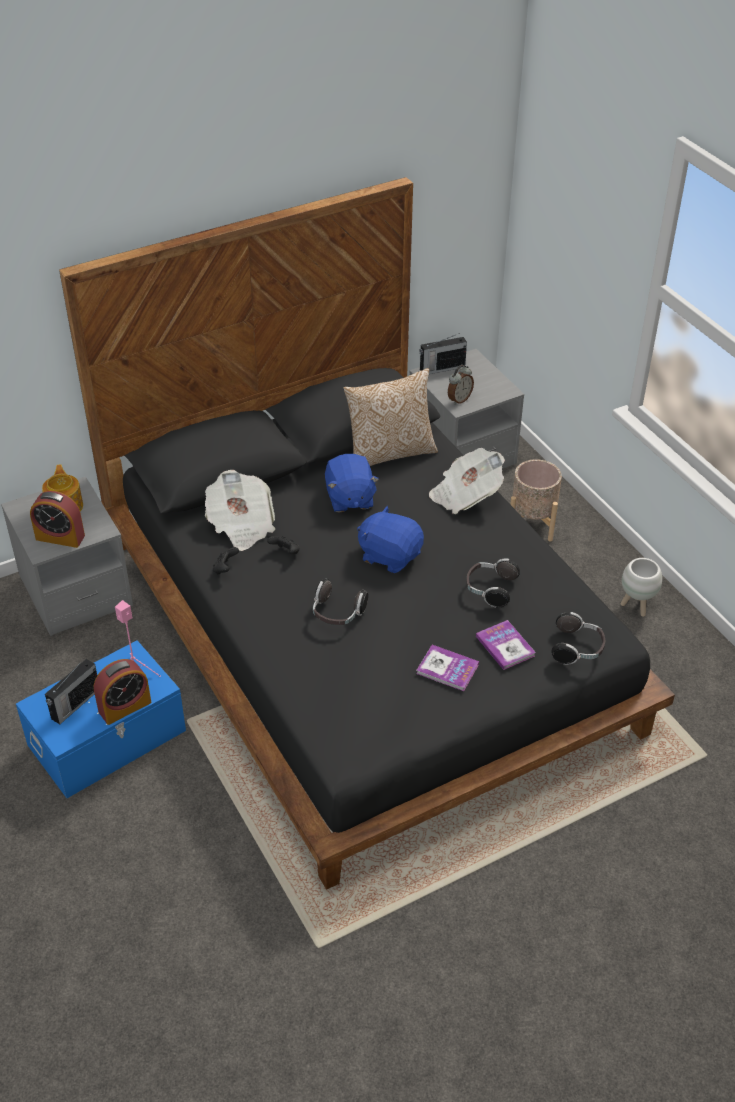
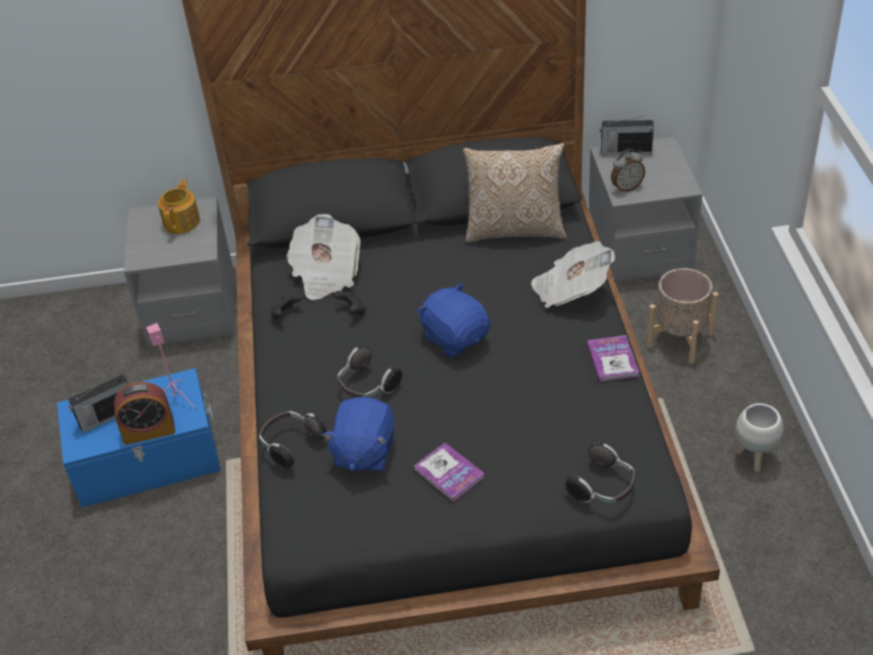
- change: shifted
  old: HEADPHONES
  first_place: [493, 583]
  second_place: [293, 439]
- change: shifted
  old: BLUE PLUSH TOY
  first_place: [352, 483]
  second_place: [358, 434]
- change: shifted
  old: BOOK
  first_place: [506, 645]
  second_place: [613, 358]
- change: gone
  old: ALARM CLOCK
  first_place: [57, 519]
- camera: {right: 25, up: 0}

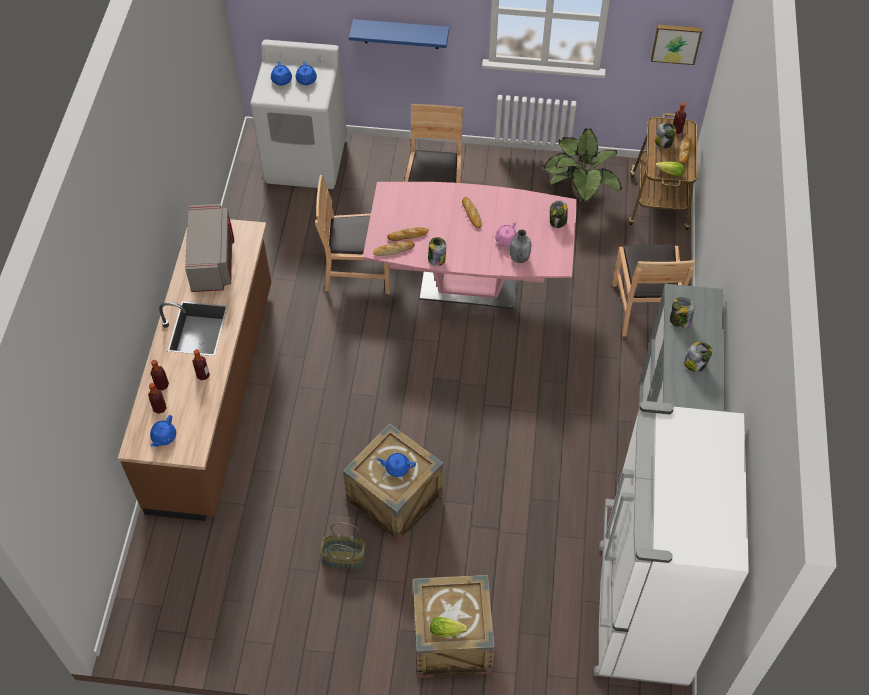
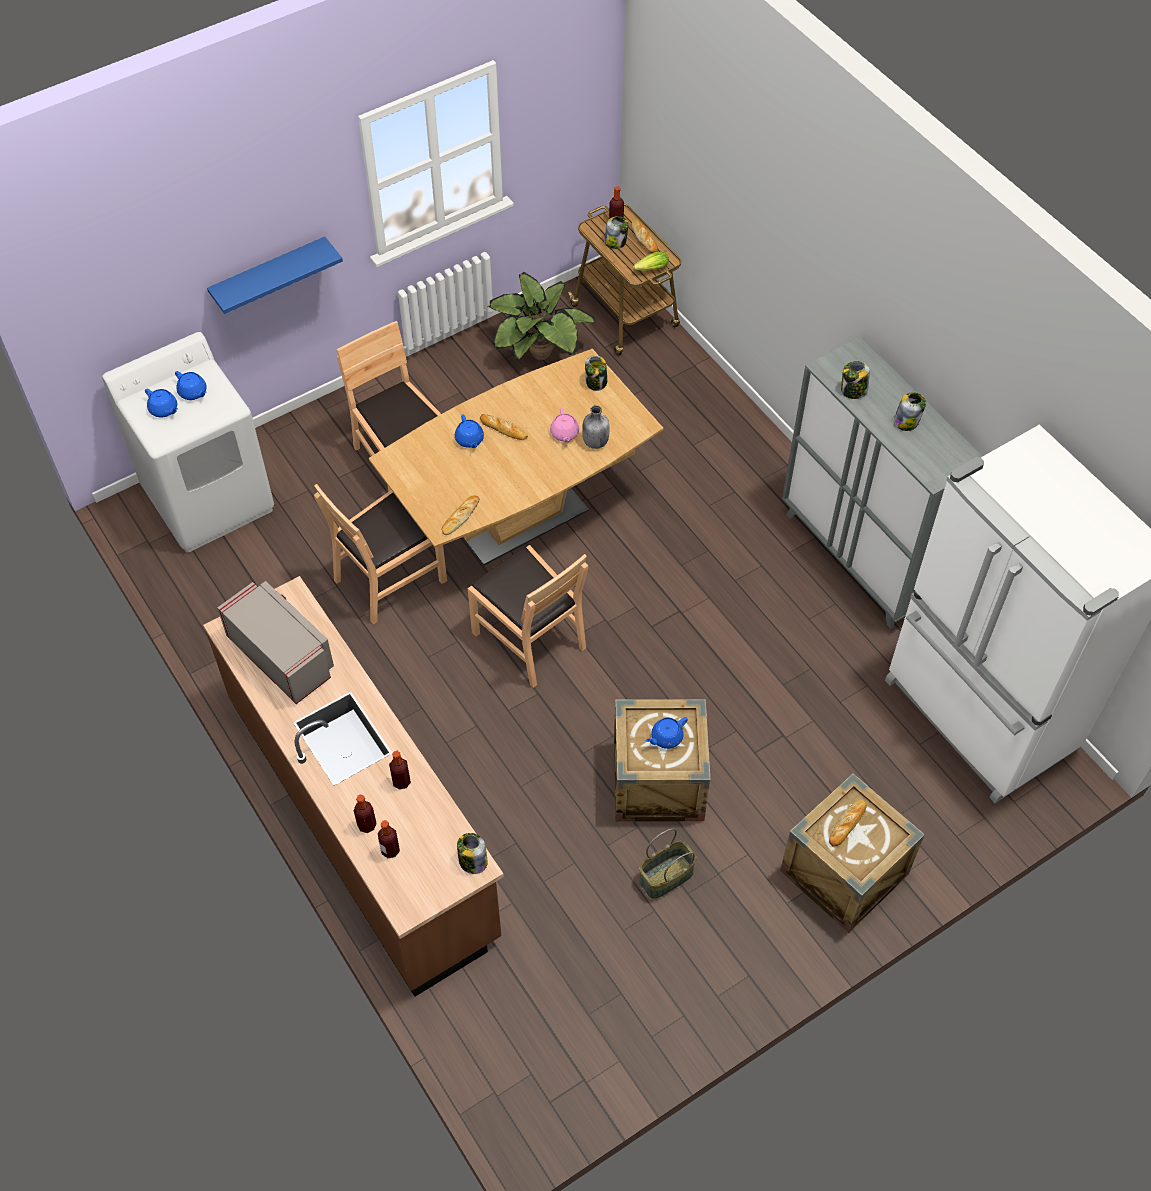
- change: repainted
  old: PINK DINING TABLE
  new: BROWN DINING TABLE
  first_place: [470, 245]
  second_place: [516, 457]
- change: shifted
  old: BLUE TEAPOT
  first_place: [163, 431]
  second_place: [469, 431]
- change: shifted
  old: JAR
  first_place: [437, 251]
  second_place: [472, 853]
- change: shifted
  old: BROWN CHAIR
  first_place: [653, 290]
  second_place: [528, 616]
- change: shifted
  old: BREAD
  first_place: [408, 234]
  second_place: [848, 823]
- change: gone
  old: LETTUCE
  first_place: [449, 627]
- change: gone
  old: PICTURE
  first_place: [676, 45]
- camera: {right: -40, up: 0}

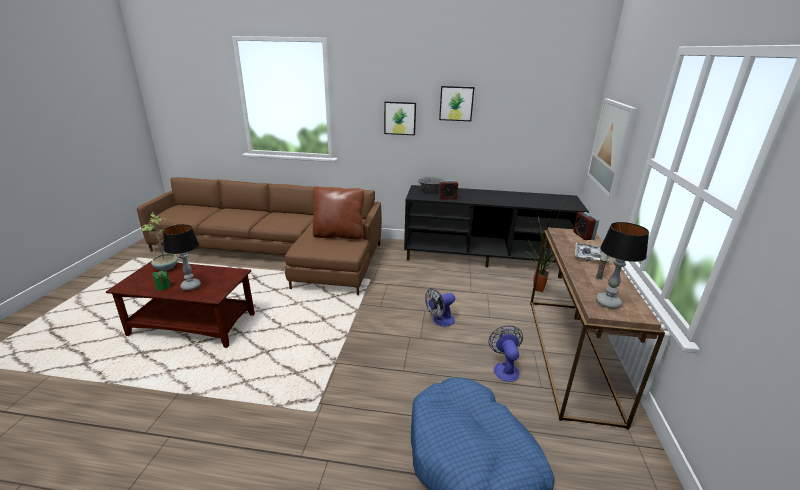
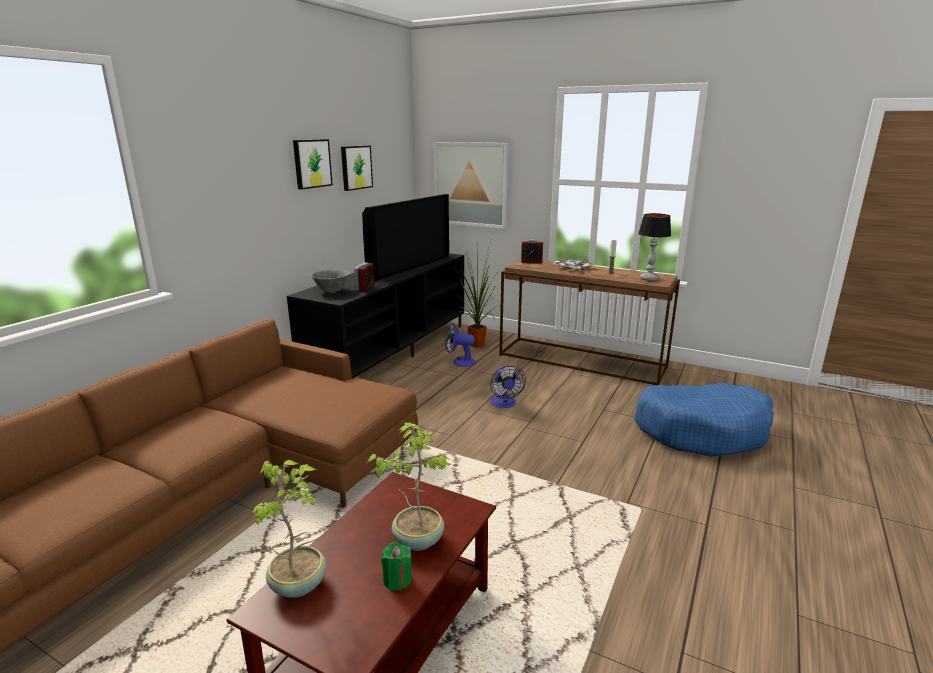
- change: shifted
  old: PICTURE
  first_place: [400, 118]
  second_place: [357, 168]
- change: new
  new: TELEVISION
  second_place: [405, 237]
- change: swapped
  old: TABLE LAMP
  new: POTTED PLANT
  first_place: [182, 257]
  second_place: [409, 486]
- change: shifted
  old: FAN
  first_place: [506, 353]
  second_place: [460, 345]
- change: gone
  old: BROWN PILLOW
  first_place: [338, 213]
- camera: {right: -70, up: -5}

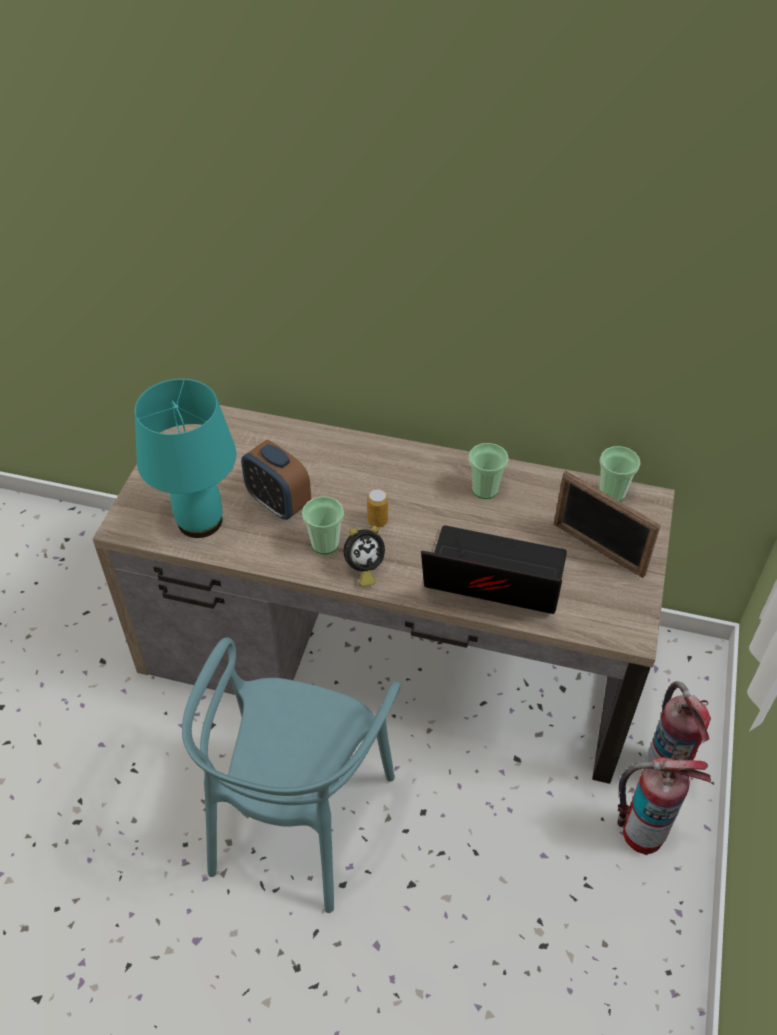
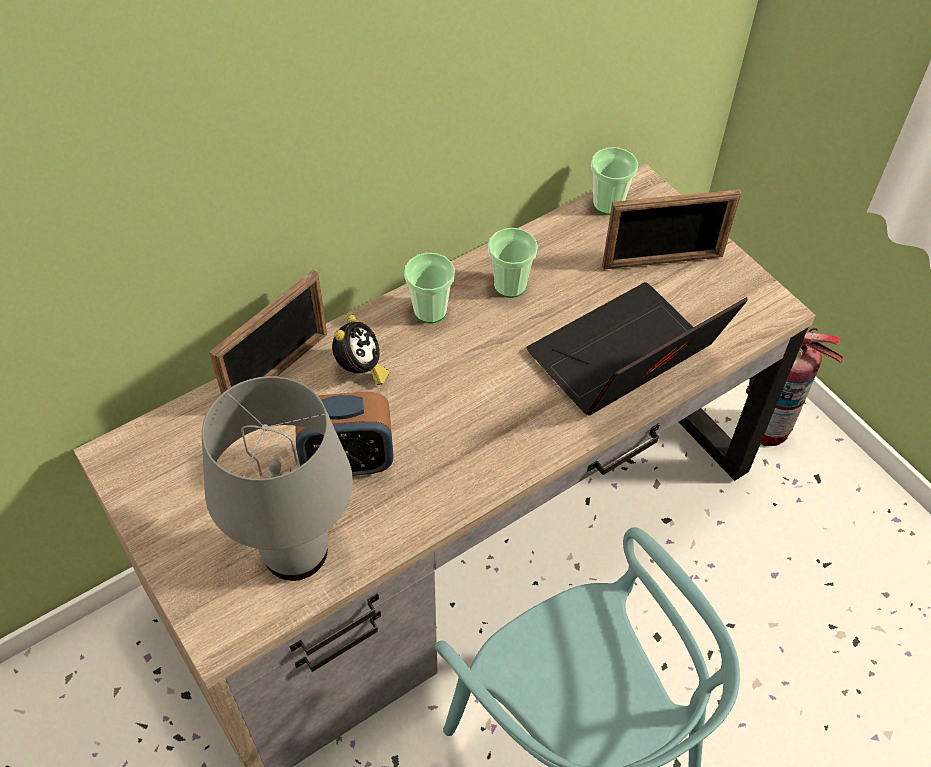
- change: repainted
  old: TURQUOISE TABLE LAMP
  new: GREY TABLE LAMP
  first_place: [186, 458]
  second_place: [277, 478]
- change: new
  new: PICTURE FRAME
  second_place: [268, 331]
- change: shifted
  old: ALARM CLOCK
  first_place: [364, 556]
  second_place: [360, 349]
- change: shifted
  old: CUP
  first_place: [323, 525]
  second_place: [429, 288]
- change: gone
  old: CAN
  first_place: [377, 508]
- change: gone
  old: FIRE EXTINGUISHER
  first_place: [664, 804]
- camera: {right: -50, up: 5}

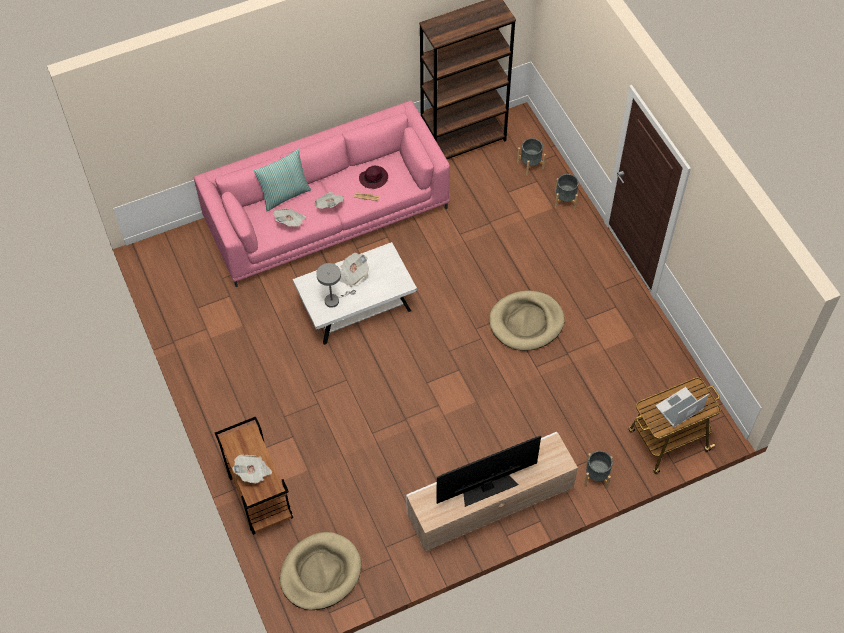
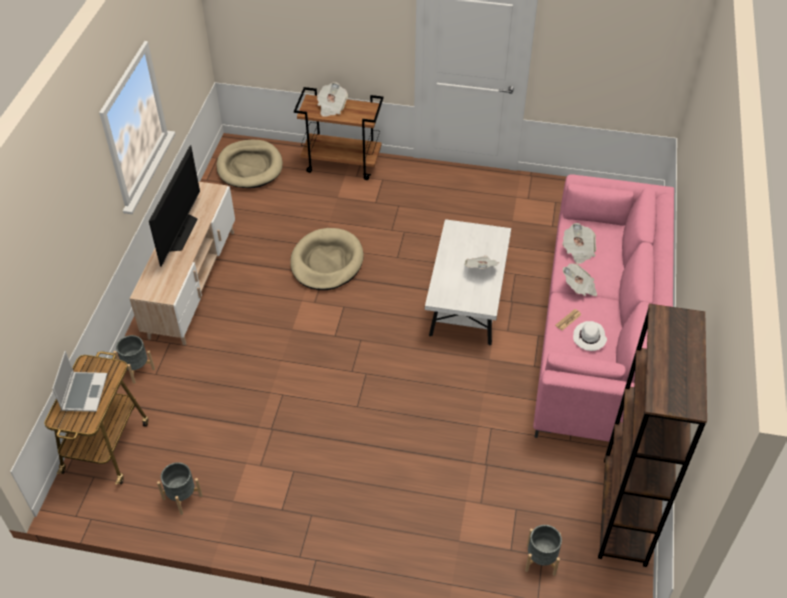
- change: shifted
  old: GREY PLANTER
  first_place: [567, 192]
  second_place: [180, 488]
- change: shifted
  old: BEIGE DOG BED
  first_place: [527, 321]
  second_place: [327, 259]
- change: repainted
  old: PURPLE HAT
  new: WHITE HAT
  first_place: [373, 177]
  second_place: [590, 336]
- change: gone
  old: PILLOW
  first_place: [282, 179]
- change: gone
  old: GREY TABLE LAMP
  first_place: [336, 285]
- camera: {right: 125, up: -10}

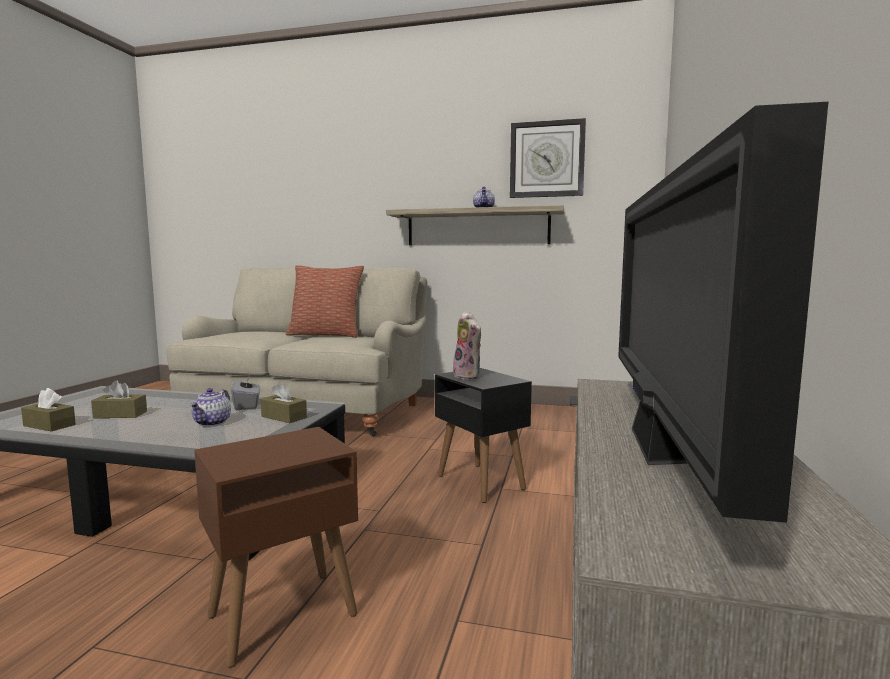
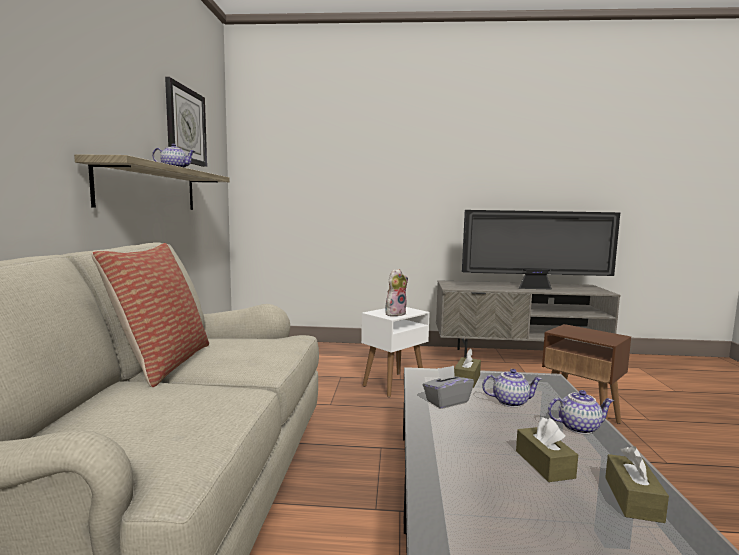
- change: repainted
  old: BLACK SIDE TABLE
  new: WHITE SIDE TABLE
  first_place: [483, 435]
  second_place: [395, 352]
- change: new
  new: TEAPOT
  second_place: [581, 412]
- camera: {right: -100, up: 0}

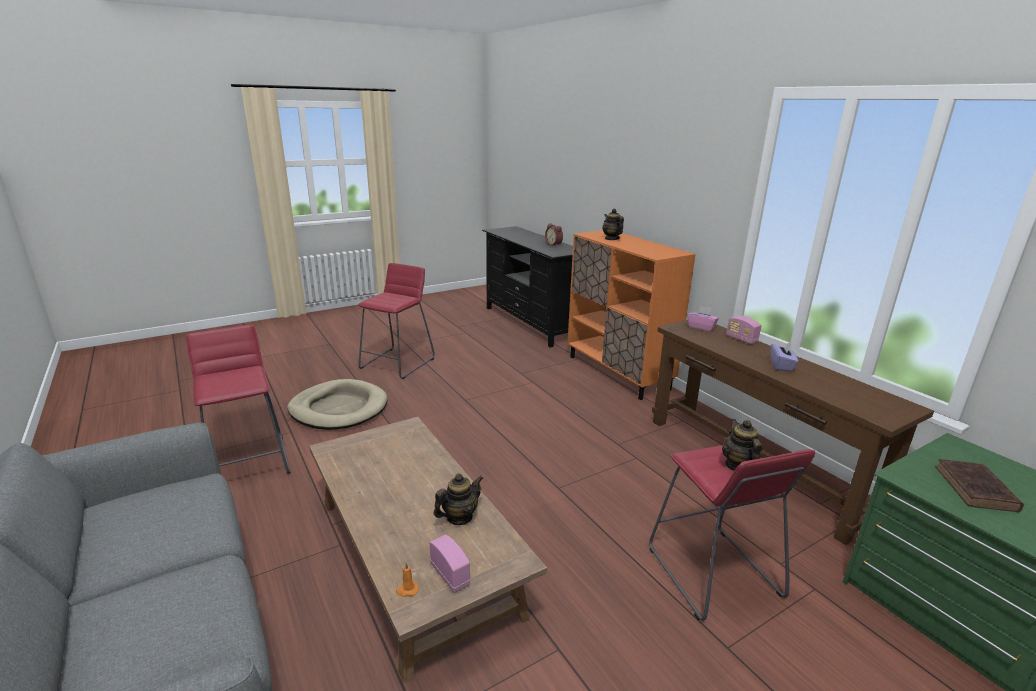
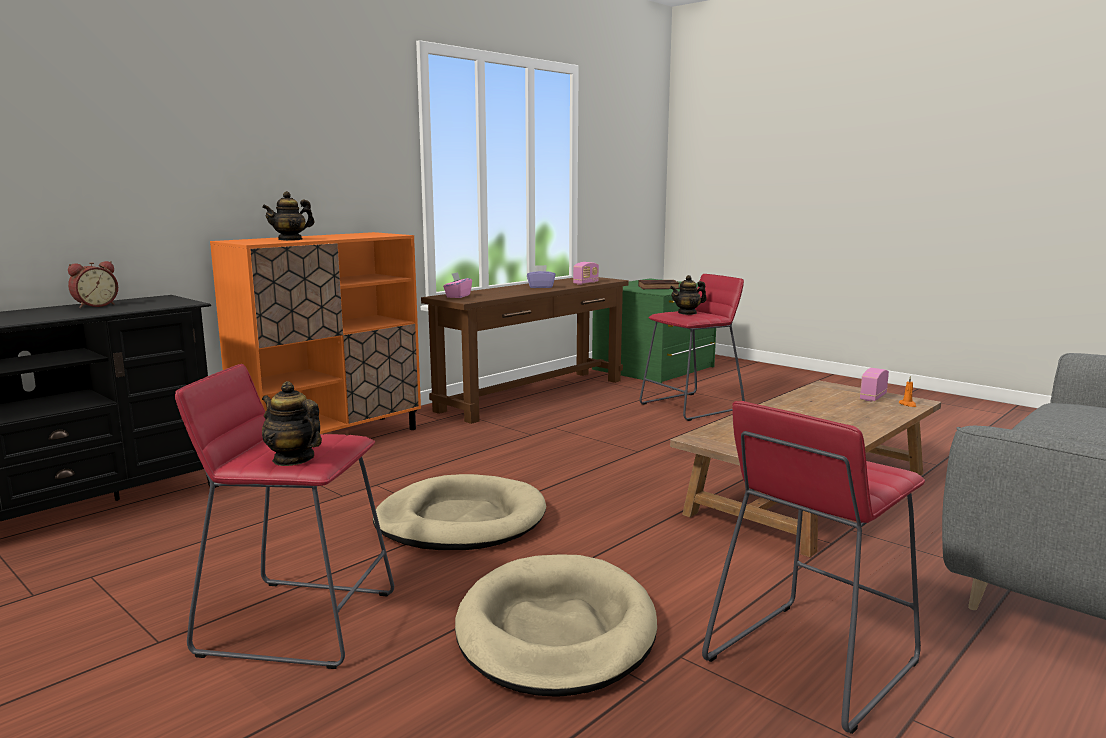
- change: shifted
  old: TEAPOT
  first_place: [458, 499]
  second_place: [292, 423]
- change: new
  new: BEIGE DOG BED
  second_place: [459, 512]
- change: shifted
  old: RADIO
  first_place: [743, 330]
  second_place: [586, 273]
- camera: {right: -105, up: -10}

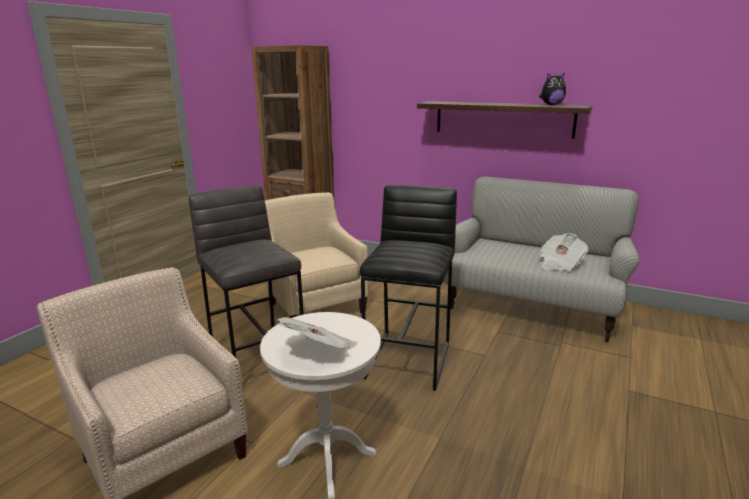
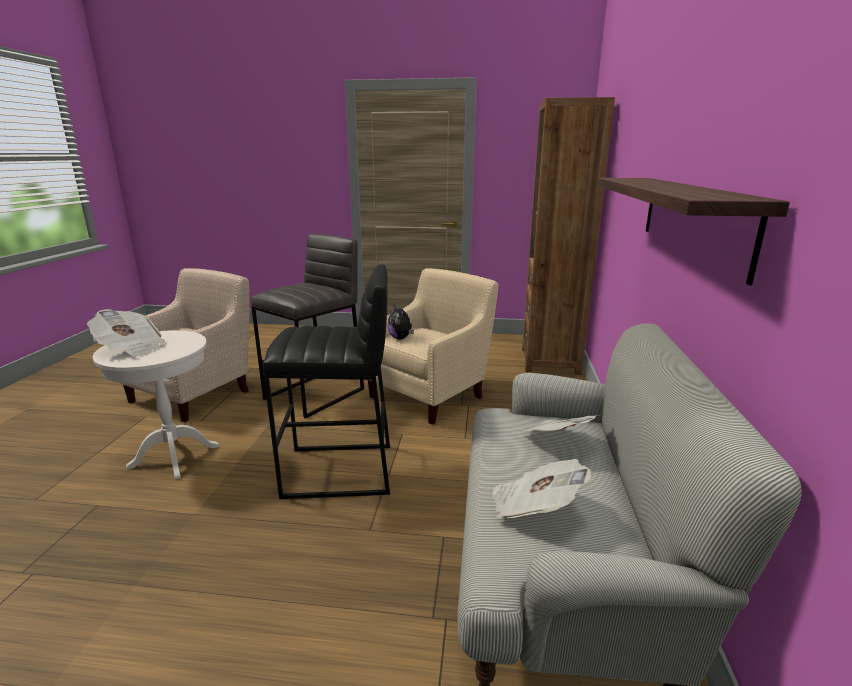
- change: shifted
  old: PLUSH TOY
  first_place: [552, 89]
  second_place: [401, 321]
- change: new
  new: NEWSPAPER
  second_place: [561, 423]
- camera: {right: 70, up: 0}

